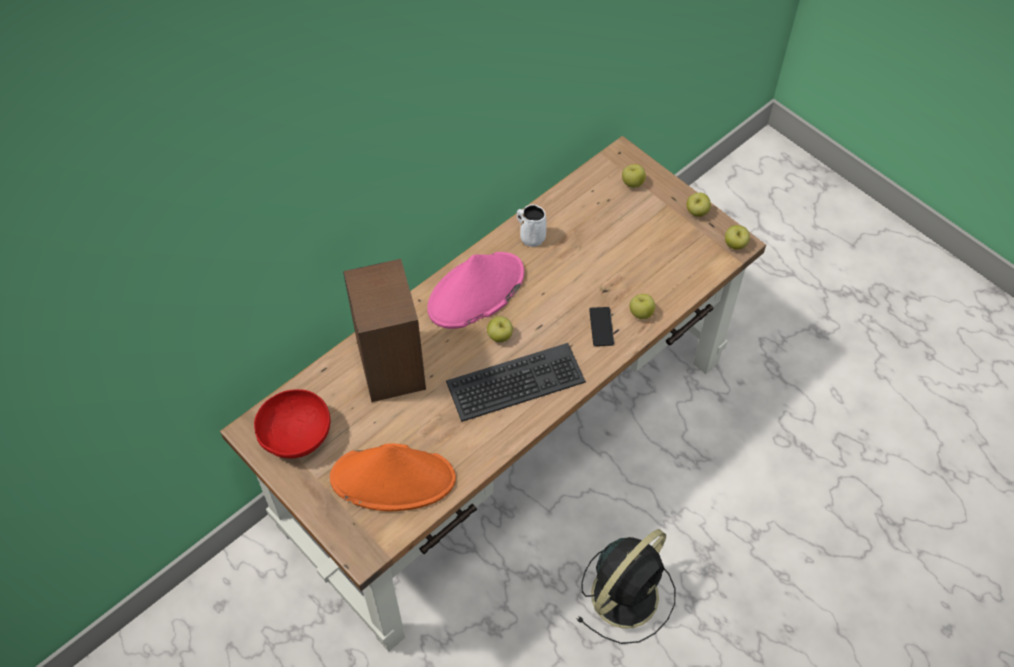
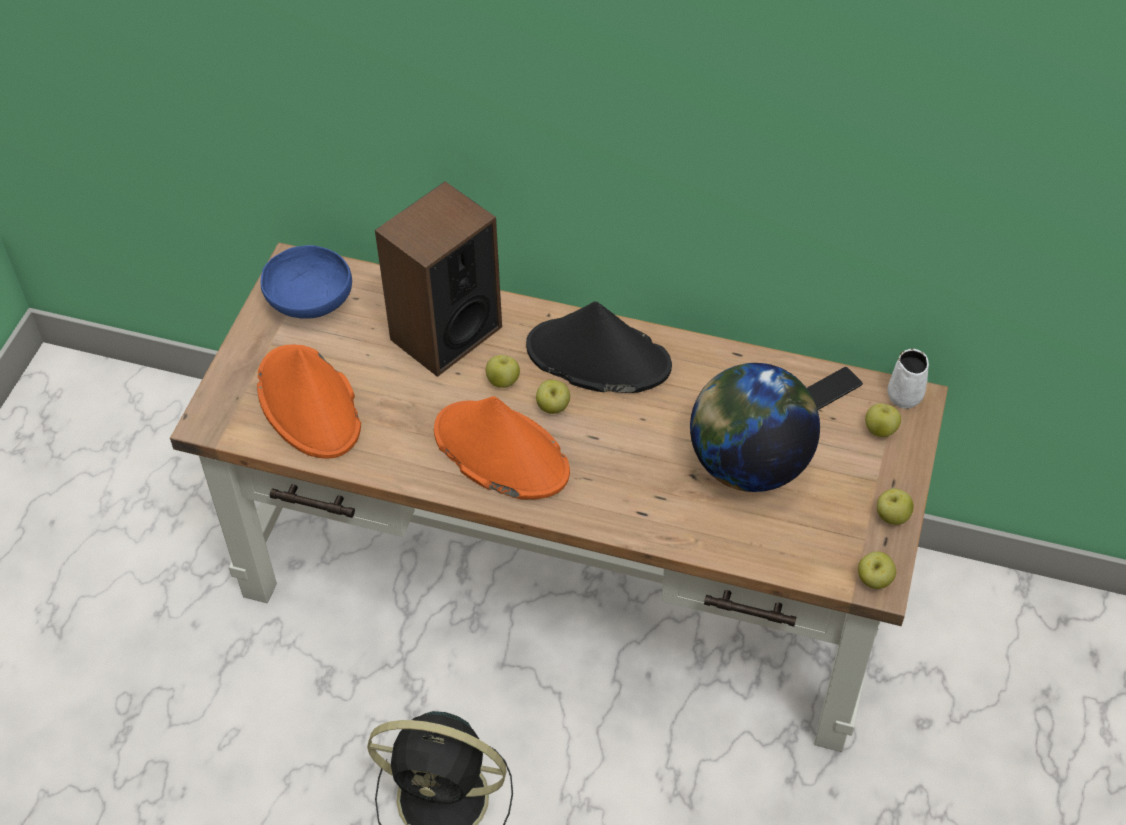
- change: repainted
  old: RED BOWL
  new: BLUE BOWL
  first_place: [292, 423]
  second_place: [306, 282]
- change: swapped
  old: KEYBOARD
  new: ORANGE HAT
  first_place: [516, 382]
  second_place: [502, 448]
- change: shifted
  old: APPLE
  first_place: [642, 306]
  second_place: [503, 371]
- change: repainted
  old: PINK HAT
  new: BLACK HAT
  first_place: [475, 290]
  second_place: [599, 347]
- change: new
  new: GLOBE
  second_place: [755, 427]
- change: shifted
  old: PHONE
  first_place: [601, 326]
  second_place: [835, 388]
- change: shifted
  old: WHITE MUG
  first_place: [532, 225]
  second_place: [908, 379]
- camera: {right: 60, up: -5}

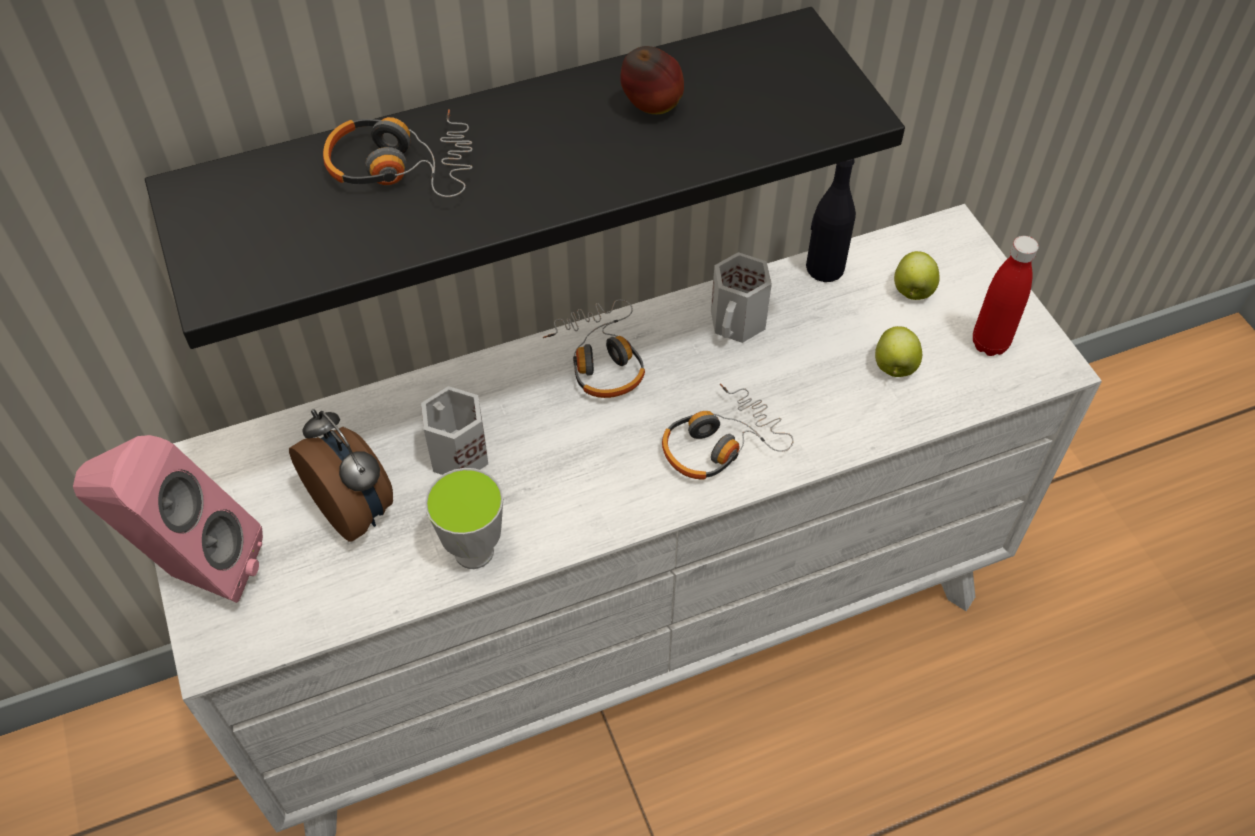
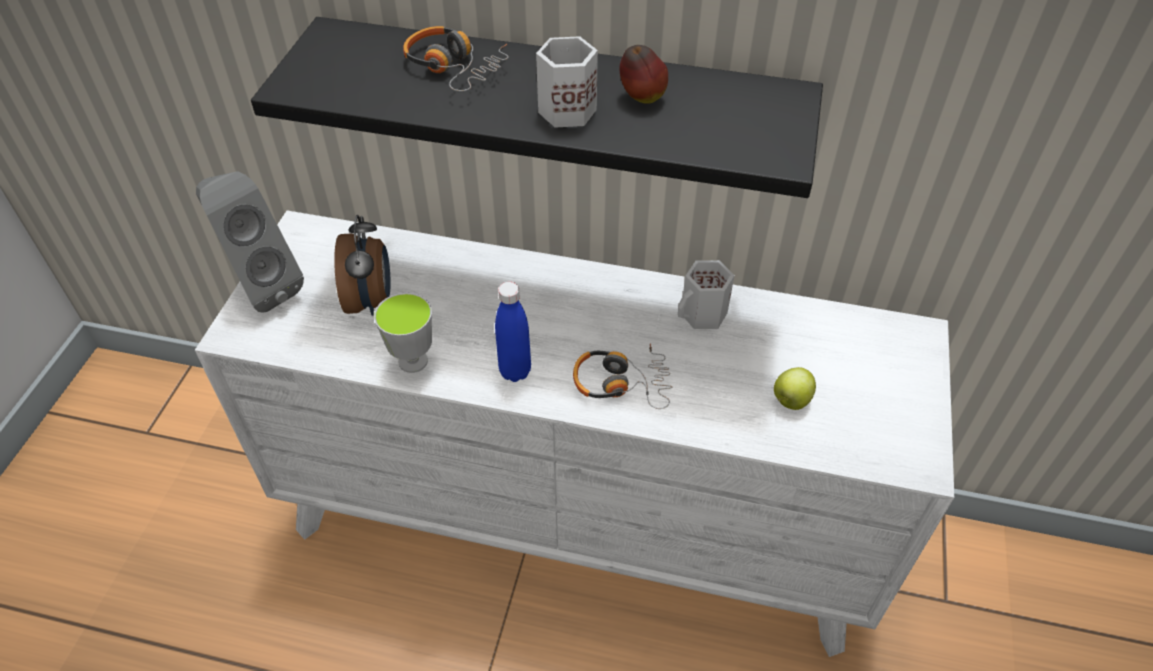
- change: repainted
  old: PINK SPEAKER
  new: GREY SPEAKER
  first_place: [168, 519]
  second_place: [250, 242]
- change: new
  new: BLUE BOTTLE
  second_place: [513, 332]
- change: shifted
  old: WHITE MUG
  first_place: [454, 430]
  second_place: [567, 82]
- change: gone
  old: HEADPHONES
  first_place: [594, 349]
- change: gone
  old: BLACK BOTTLE
  first_place: [831, 220]
- change: gone
  old: APPLE
  first_place: [917, 275]
- change: gone
  old: RED BOTTLE
  first_place: [1006, 296]
- camera: {right: 35, up: -5}

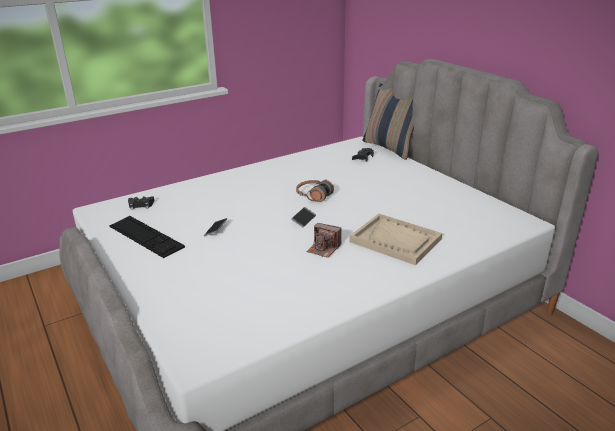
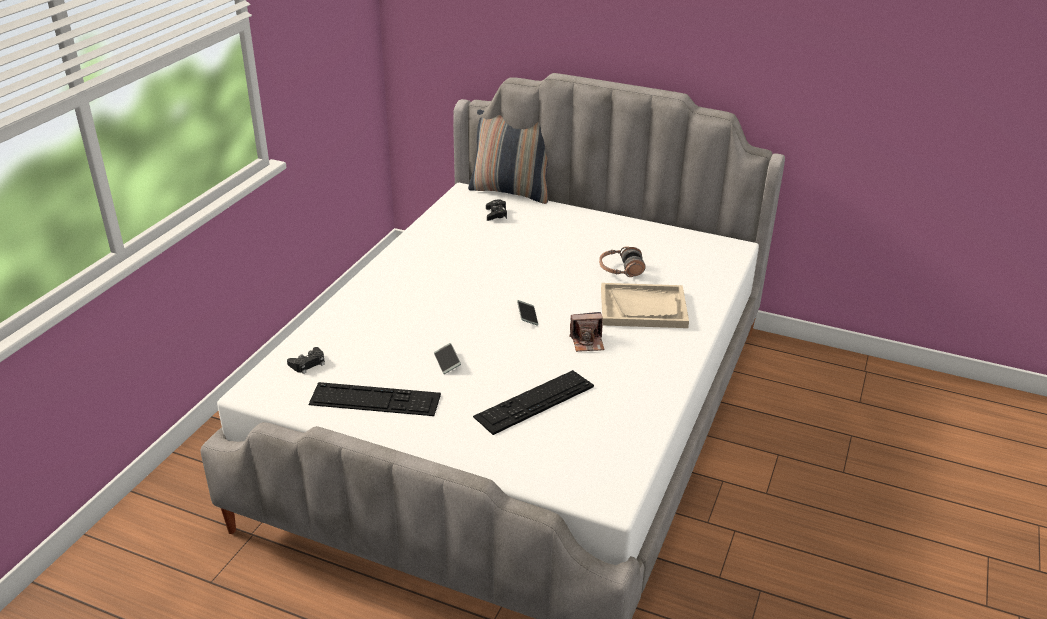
- change: new
  new: KEYBOARD
  second_place: [533, 402]
- change: shifted
  old: HEADPHONES
  first_place: [315, 191]
  second_place: [622, 261]
- camera: {right: -35, up: 5}

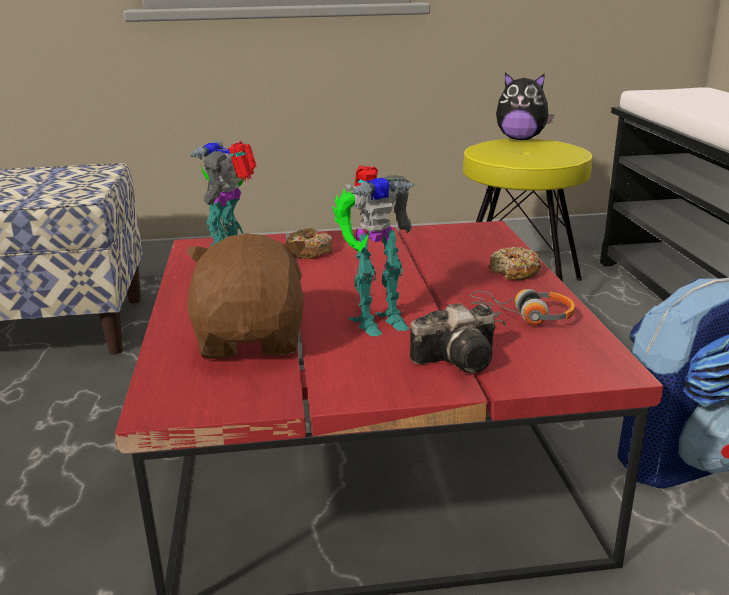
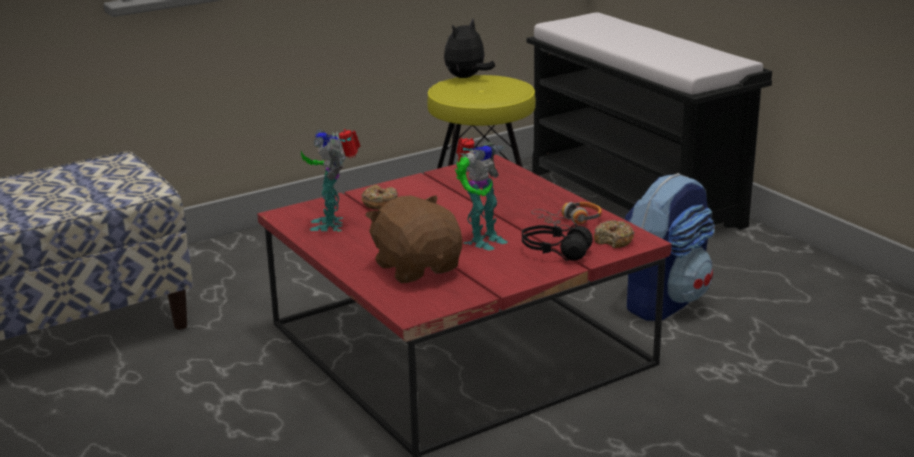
- change: rotated
  old: PLUSH TOY
  first_place: [525, 106]
  second_place: [469, 48]
  degrees: 135
- change: swapped
  old: PHOTO CAMERA
  new: BLACK HEADPHONES
  first_place: [452, 338]
  second_place: [557, 242]
- change: shifted
  old: DONUT
  first_place: [515, 263]
  second_place: [614, 234]
- camera: {right: -25, up: 0}

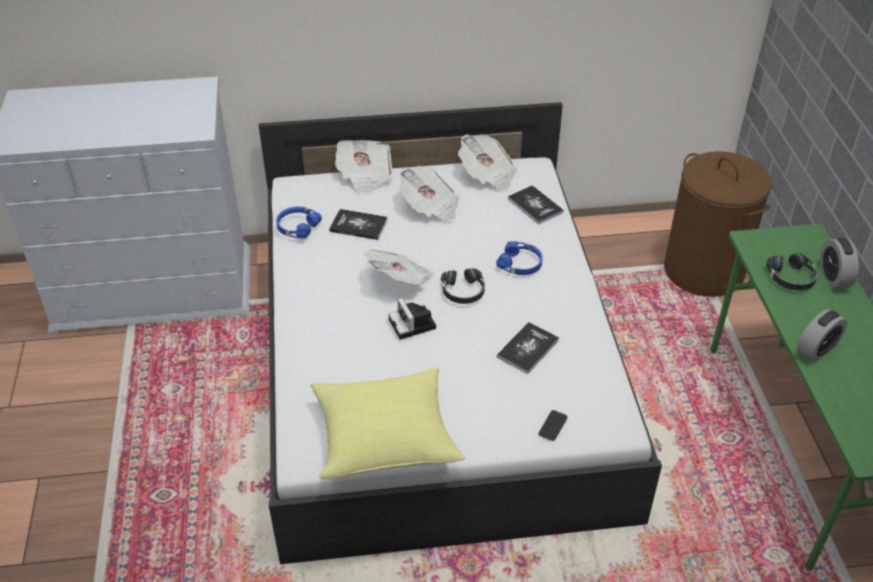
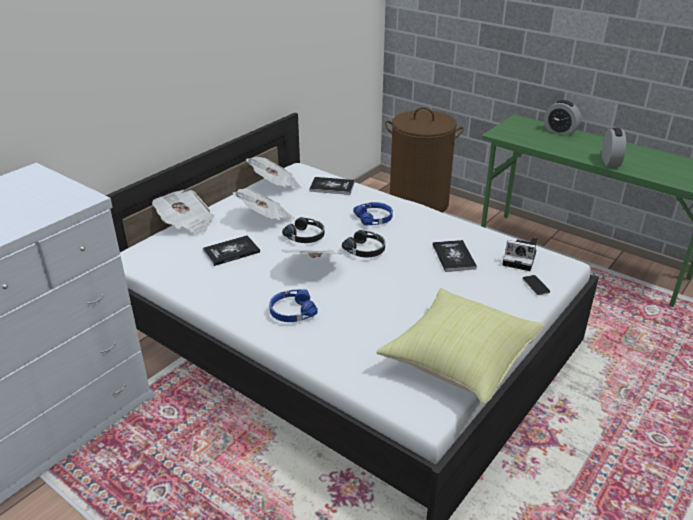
- change: shifted
  old: BLUE HEADPHONES
  first_place: [299, 222]
  second_place: [293, 305]
- change: shifted
  old: BLACK HEADPHONES
  first_place: [792, 271]
  second_place: [303, 230]
- change: shifted
  old: PHOTO CAMERA
  first_place: [412, 319]
  second_place: [519, 254]
- camera: {right: -45, up: -10}

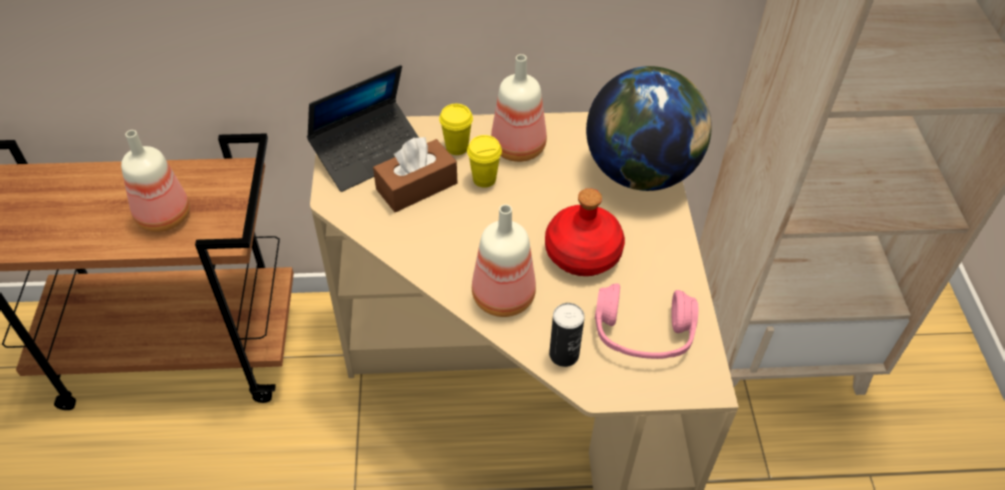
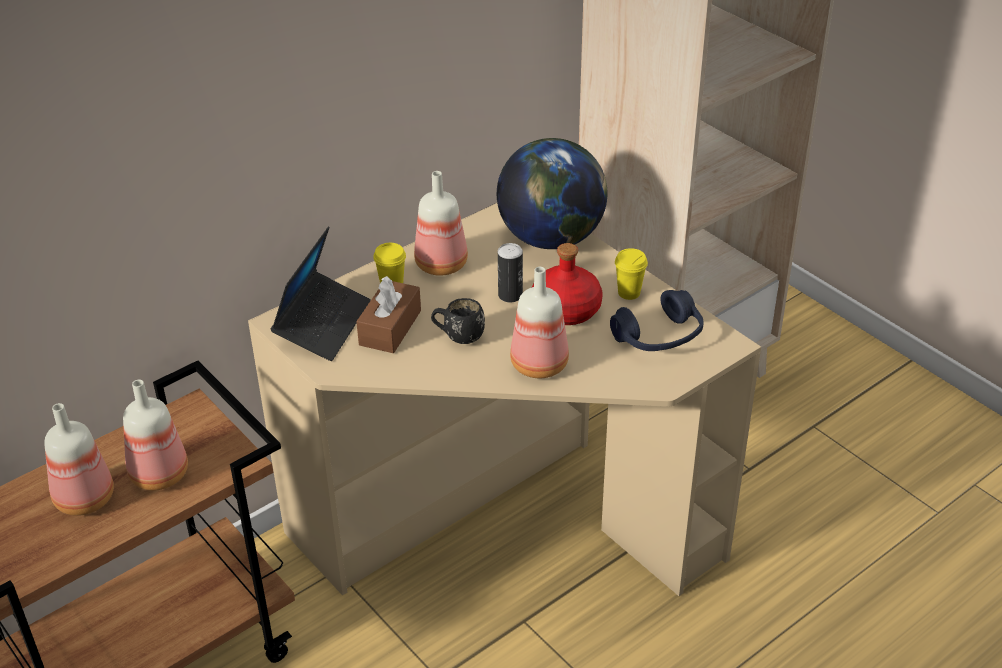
- change: new
  new: BOTTLE
  second_place: [79, 459]
- change: new
  new: BLACK MUG
  second_place: [458, 321]
- change: shifted
  old: CAN
  first_place: [567, 335]
  second_place: [510, 272]
- change: repainted
  old: PINK HEADPHONES
  new: BLUE HEADPHONES
  first_place: [646, 321]
  second_place: [656, 320]
- change: shifted
  old: YELLOW CUP
  first_place: [484, 161]
  second_place: [631, 274]
- camera: {right: -35, up: -10}

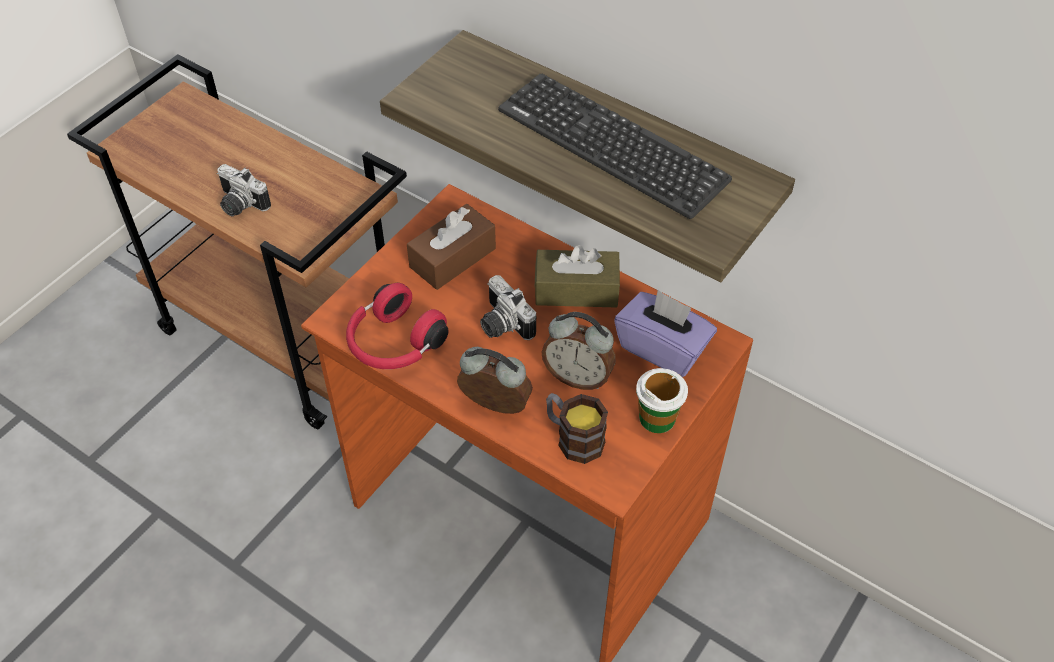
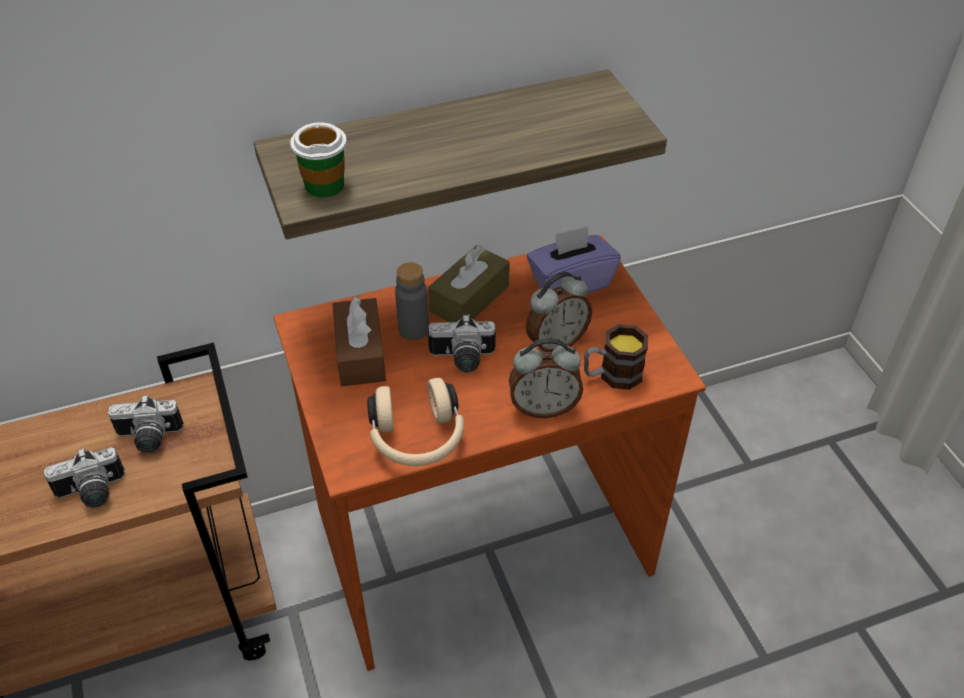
- change: new
  new: PHOTO CAMERA
  second_place: [146, 424]
- change: shifted
  old: CUP
  first_place: [662, 400]
  second_place: [318, 160]
- change: repainted
  old: RED HEADPHONES
  new: BEIGE HEADPHONES
  first_place: [397, 326]
  second_place: [415, 422]
- change: new
  new: GREY BOTTLE
  second_place: [412, 301]
- change: rotated
  old: ALARM CLOCK
  first_place: [495, 380]
  second_place: [546, 378]
  degrees: -150
- change: gone
  old: KEYBOARD
  first_place: [615, 146]
- camera: {right: -55, up: -5}

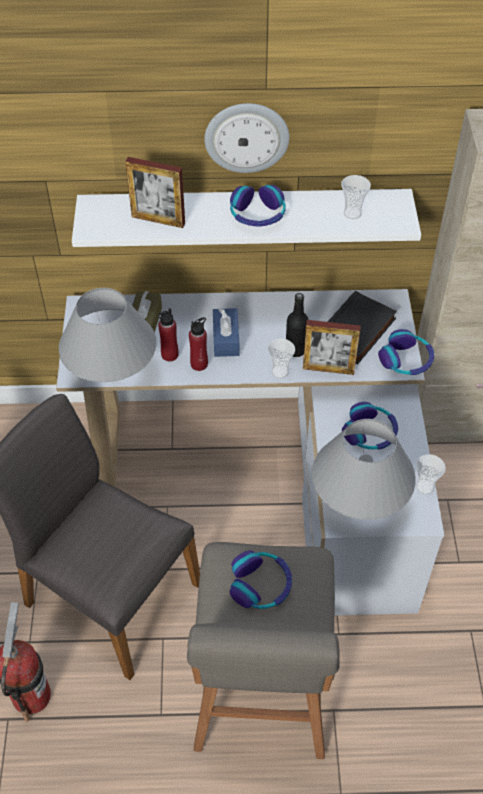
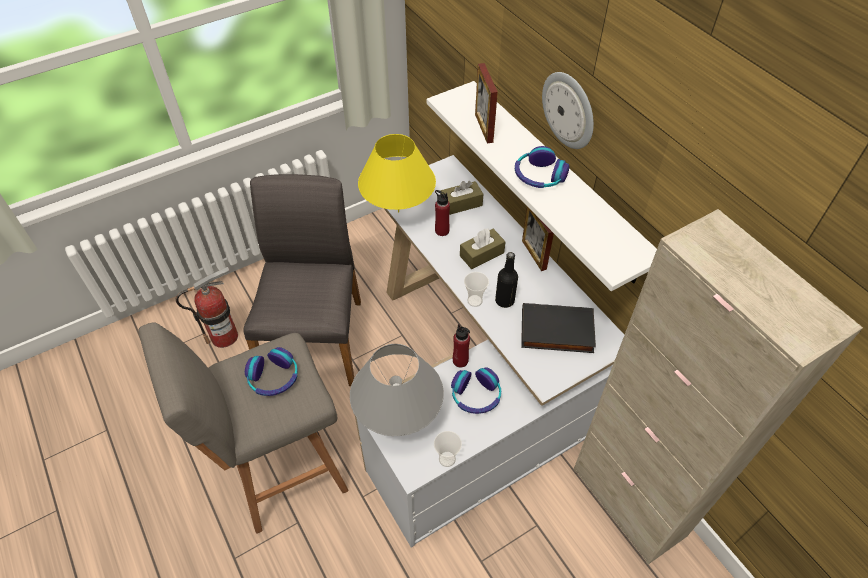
- change: repainted
  old: GREY TABLE LAMP
  new: YELLOW TABLE LAMP
  first_place: [108, 335]
  second_place: [397, 173]
- change: shifted
  old: RED BOTTLE
  first_place: [198, 344]
  second_place: [461, 345]
- change: repainted
  old: BLUE TISSUE BOX
  new: BROWN TISSUE BOX
  first_place: [226, 332]
  second_place: [483, 248]
- change: shifted
  old: PICTURE FRAME
  first_place: [332, 347]
  second_place: [538, 239]
- change: gone
  old: CUP
  first_place: [356, 197]
- change: gone
  old: HEADPHONES
  first_place: [406, 352]
- camera: {right: 60, up: 0}

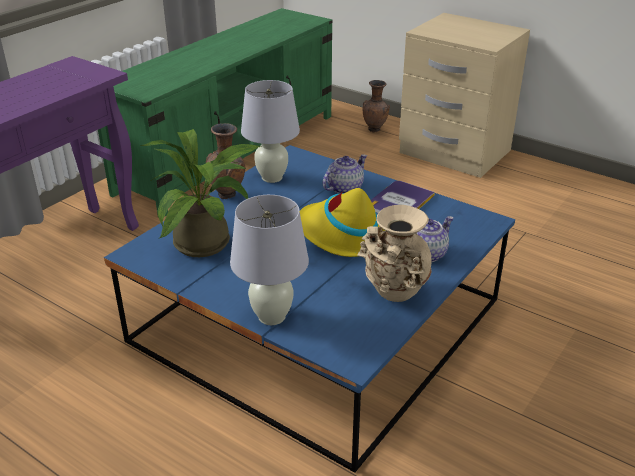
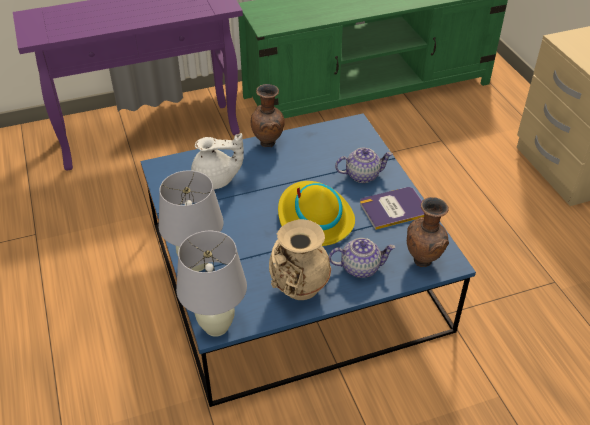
- change: shifted
  old: WHITE TABLE LAMP
  first_place: [270, 131]
  second_place: [211, 284]
- change: swapped
  old: POTTED PLANT
  new: WHITE TEAPOT
  first_place: [200, 193]
  second_place: [217, 161]
- change: shifted
  old: BROWN VASE
  first_place: [376, 106]
  second_place: [428, 232]
- camera: {right: 35, up: 10}

